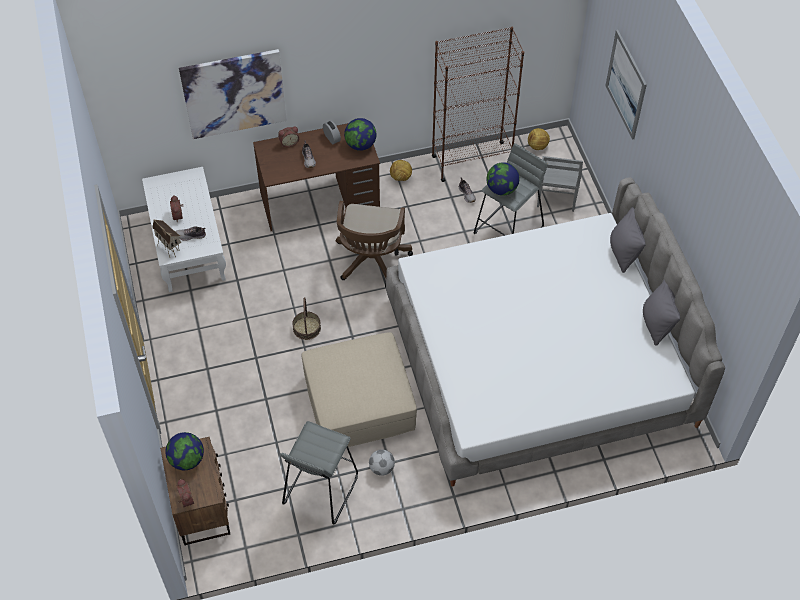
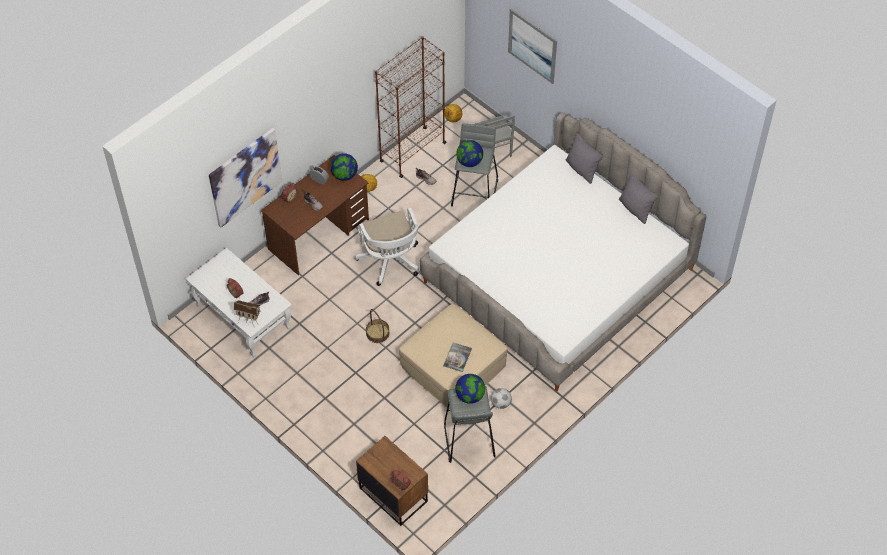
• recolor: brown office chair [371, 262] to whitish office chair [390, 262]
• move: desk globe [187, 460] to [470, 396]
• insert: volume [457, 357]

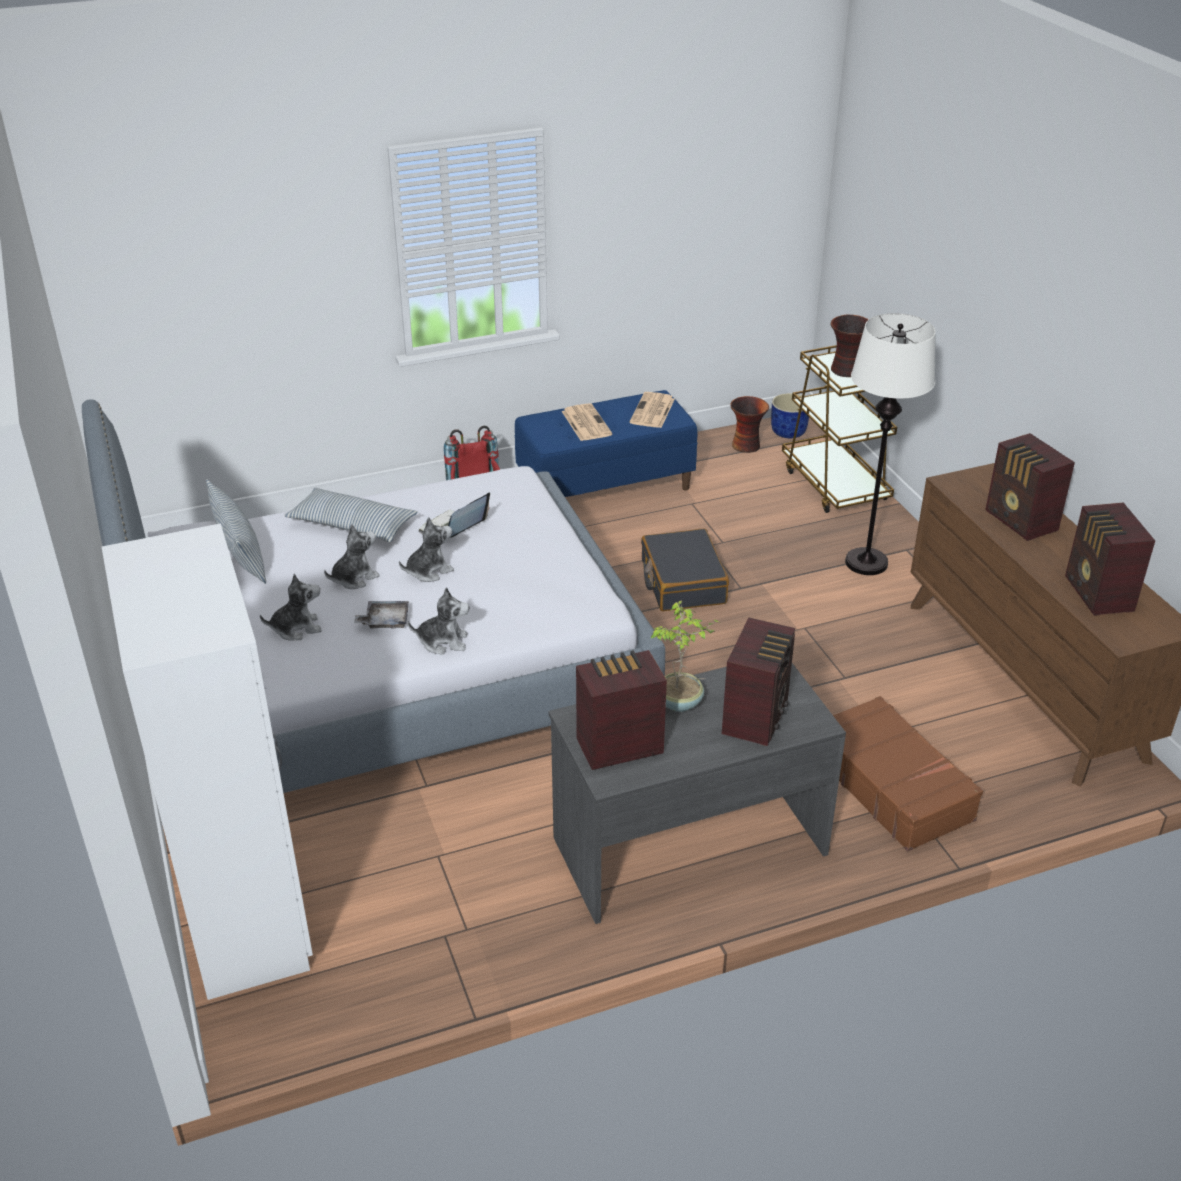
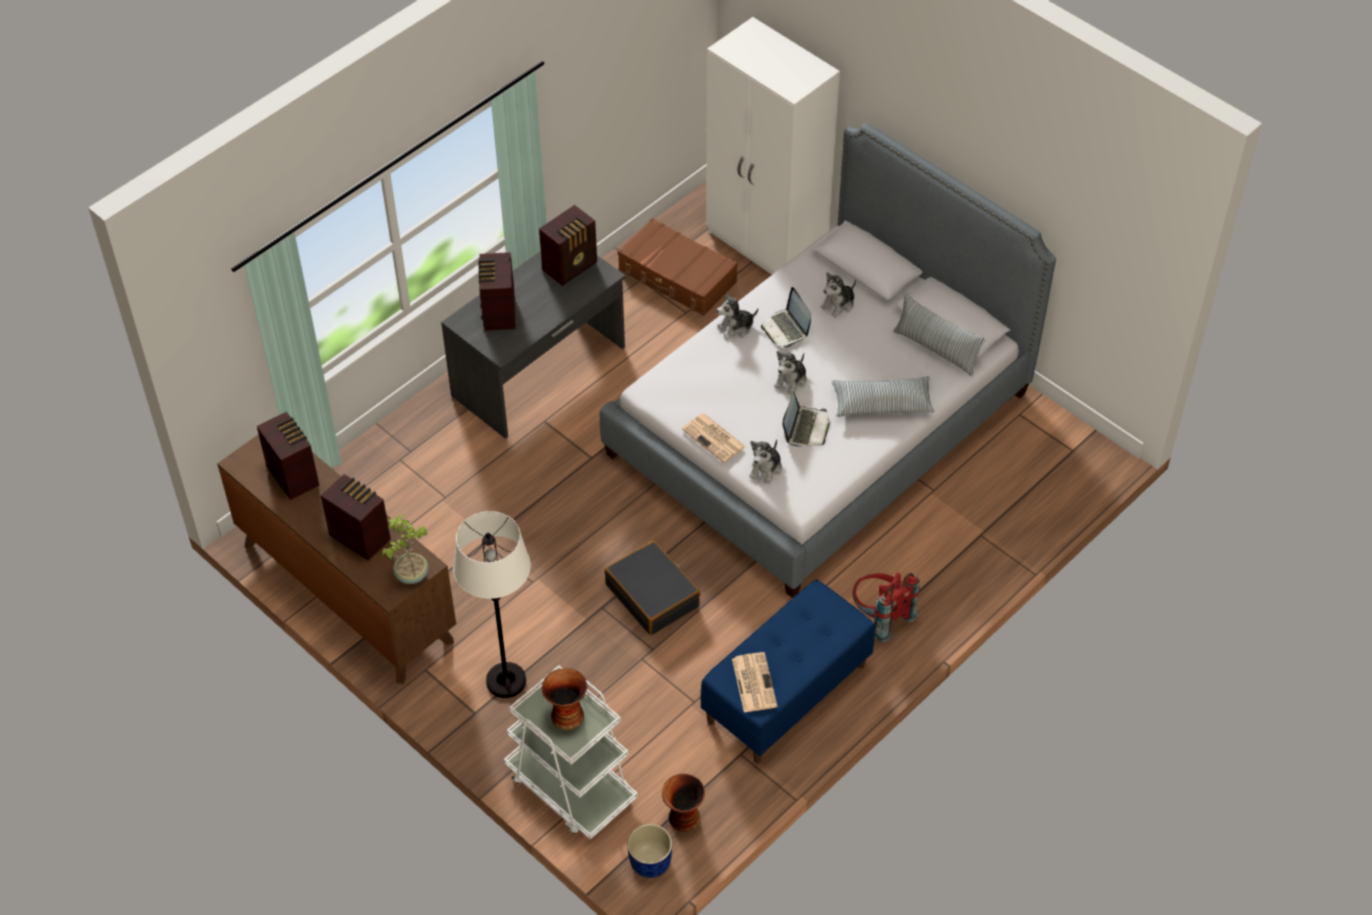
• recolor: brown wheeled cart [835, 484] to whitish wheeled cart [570, 787]
• move: printed paper [585, 423] to [714, 438]
• move: cuddly toy [354, 578] to [766, 469]
• replace: gray tray [385, 621] to notebook computer [786, 329]
• move: houseplant [680, 703] to [411, 574]
• move: brown suitcase [891, 785] to [677, 277]

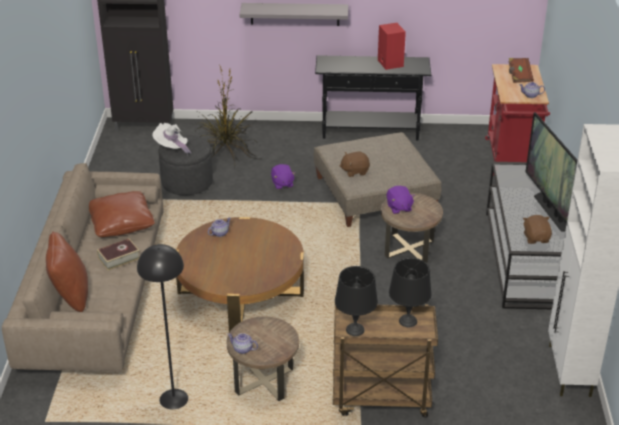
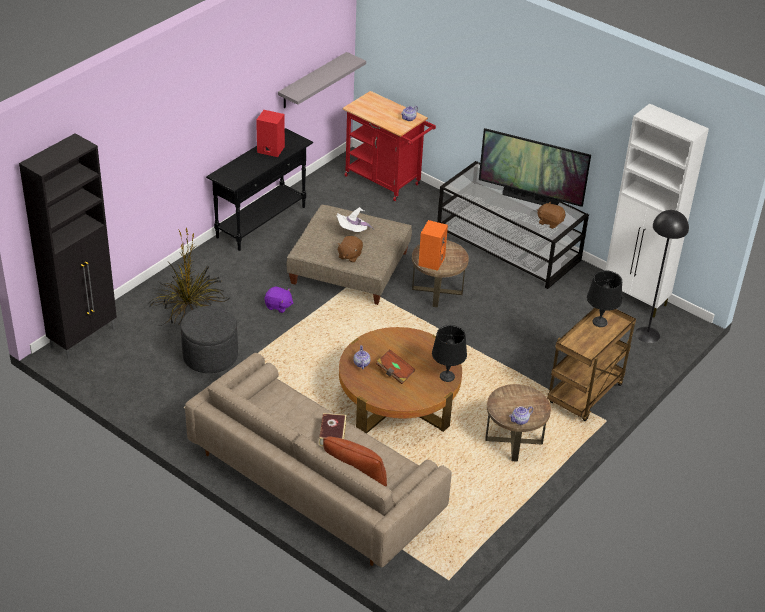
• move: gray shelf [295, 14] to [312, 81]
• move: brown volume [519, 76] to [395, 372]
• move: whitish hat [172, 148] to [352, 232]
• replace: purple-coloured cuddly toy [399, 208] to orange-coloured loudspeaker [431, 260]
• delete: brown cushion [121, 224]
• move: black-coloured floor lamp [173, 399] to [647, 334]
• move: black-coloured lamp for a table [354, 329] to [446, 376]

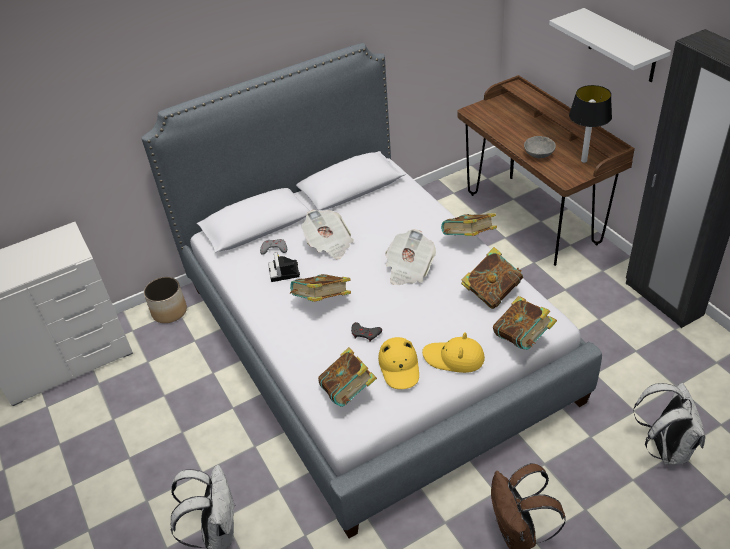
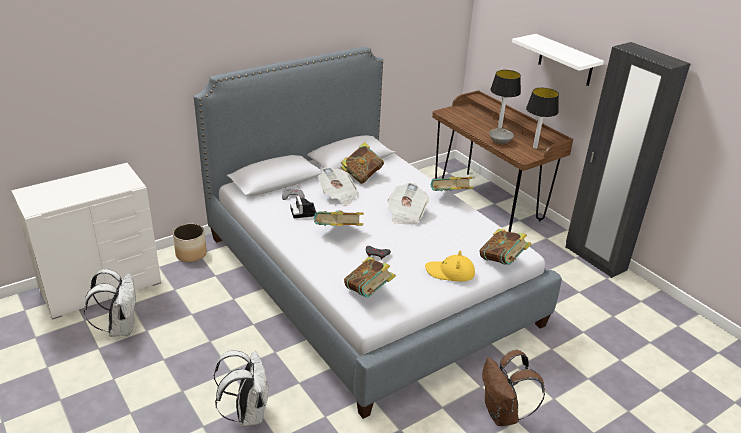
• move: volume [491, 293] to [362, 176]
• delete: yellow-coloured hat [399, 367]
• move: whitish backpack [665, 448] to [120, 328]
• insert: lamp for a table [500, 127]

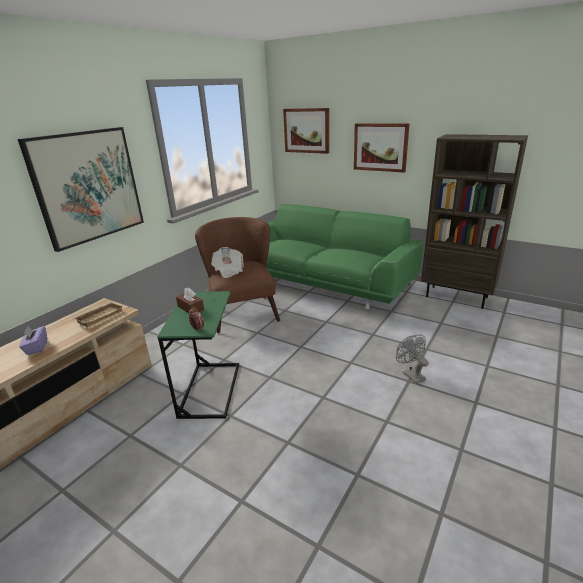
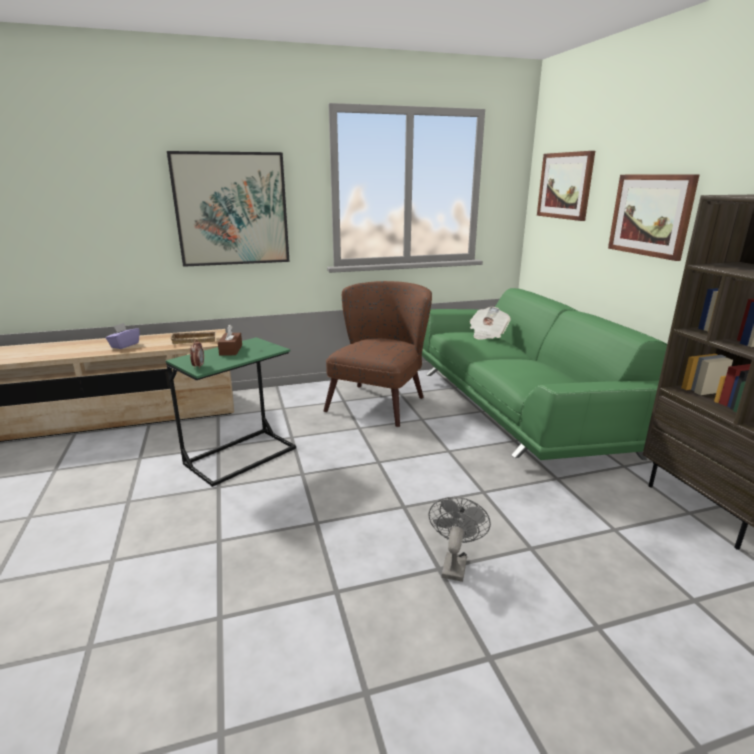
• move: printed paper [228, 271] to [487, 334]

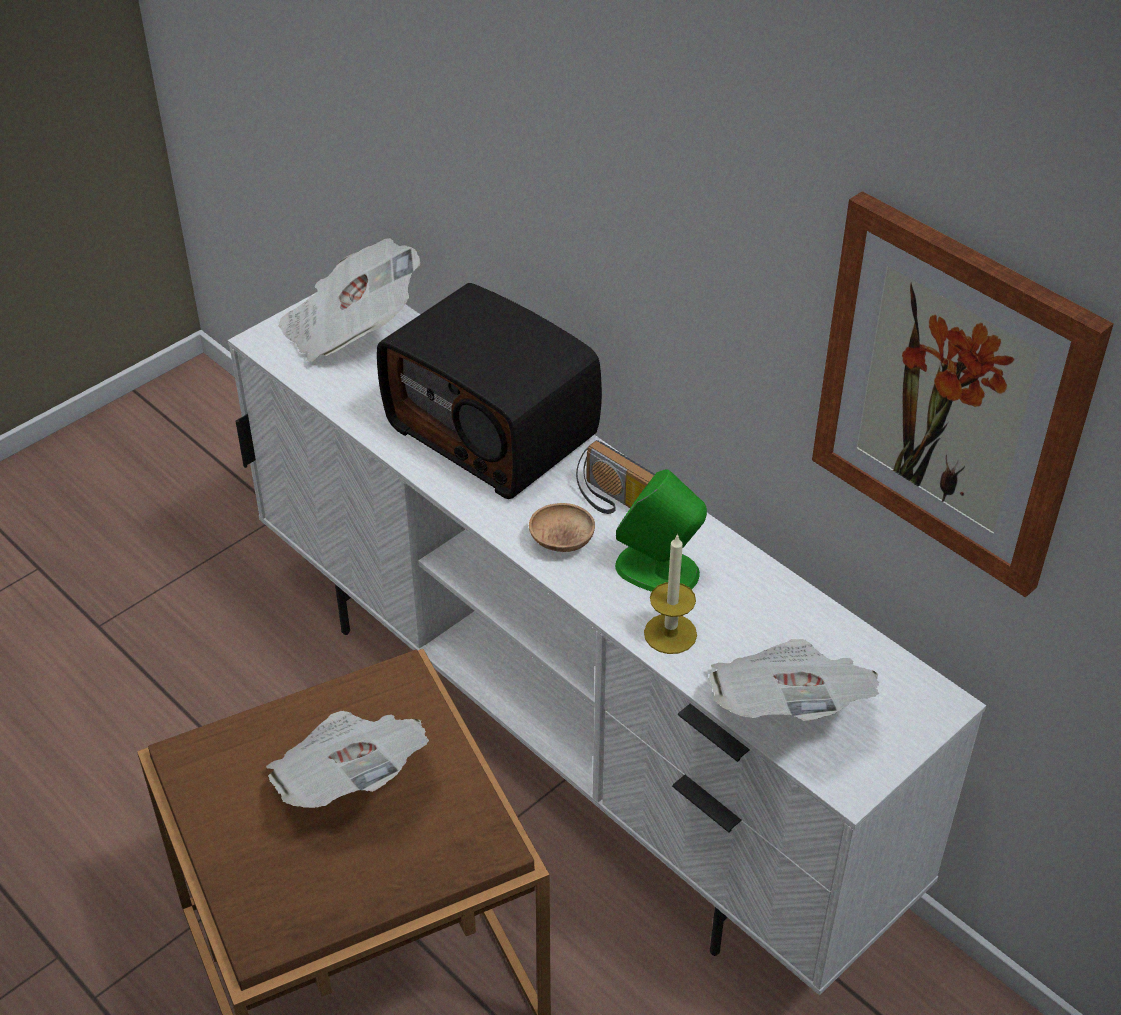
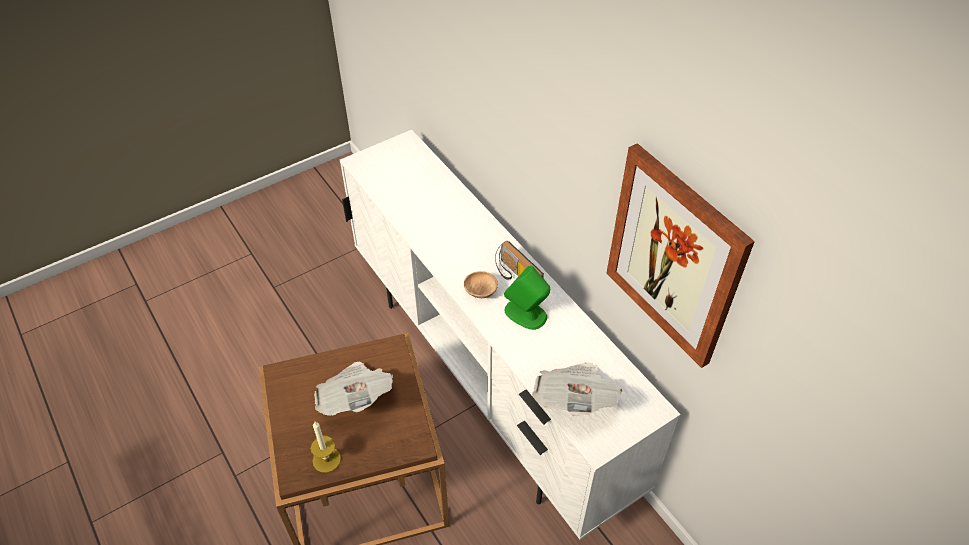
• delete: printed paper [350, 329]
• delete: radio [495, 430]
• move: wax candle [670, 633] to [326, 459]

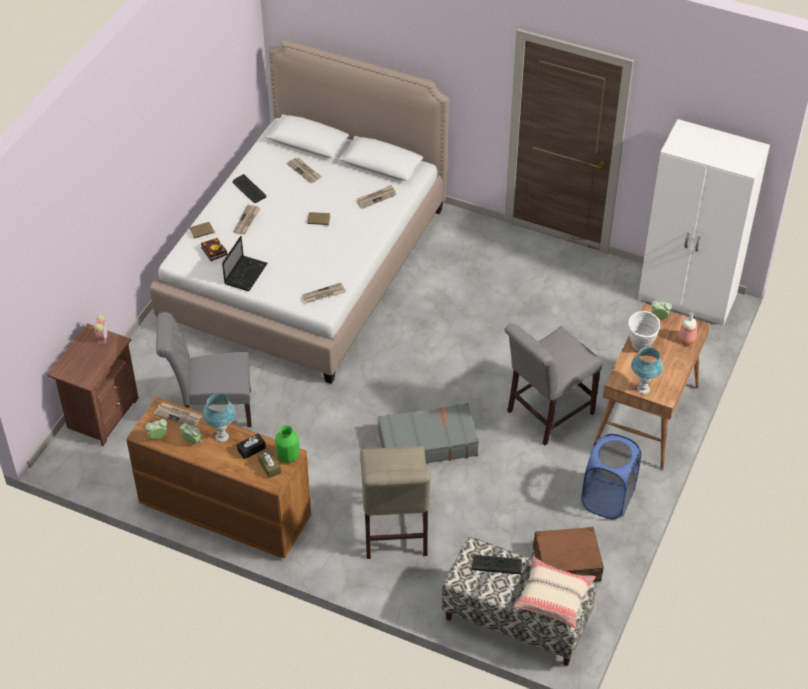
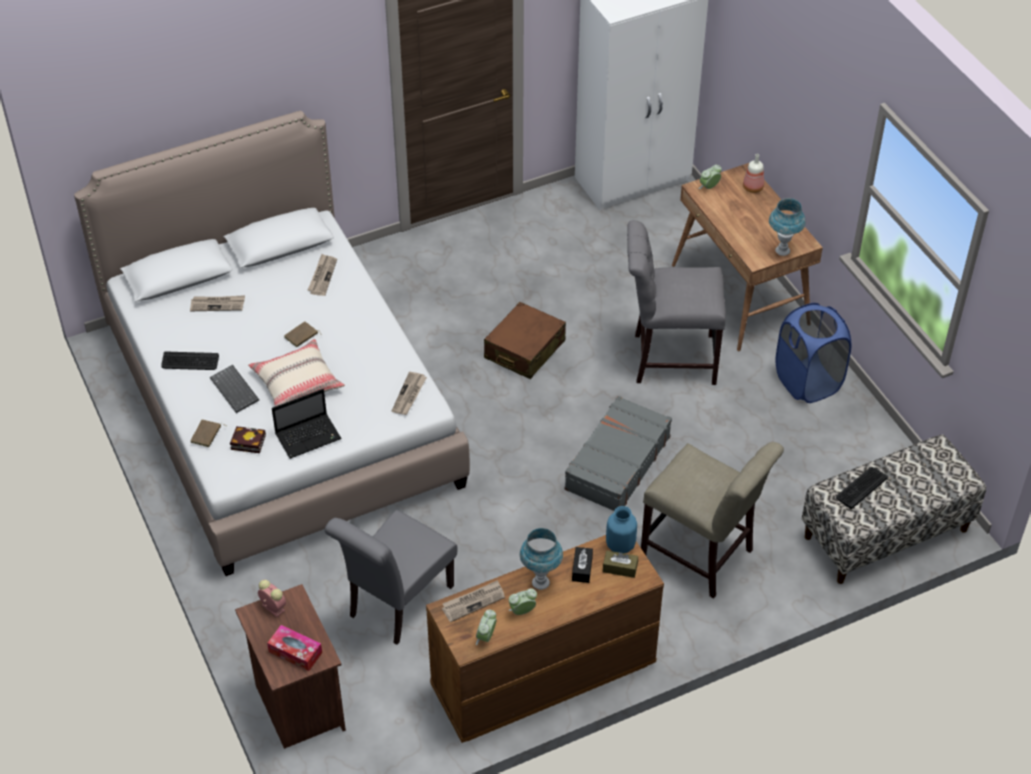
• replace: printed paper [247, 221] to PC keyboard [236, 390]
• rotate: notebook computer [246, 273] = [309, 436] 90 degrees clockwise
• delete: whitish decorative vase [640, 348]
• rotate: gray plain chair [546, 414] = [668, 358] 90 degrees clockwise
• recolor: greenish decorative vase [288, 456] to blue decorative vase [620, 545]
• move: brown suitcase [566, 563] to [524, 350]
• move: sand-coloured cushion [553, 597] to [297, 383]
• insert: box of tissues [295, 652]

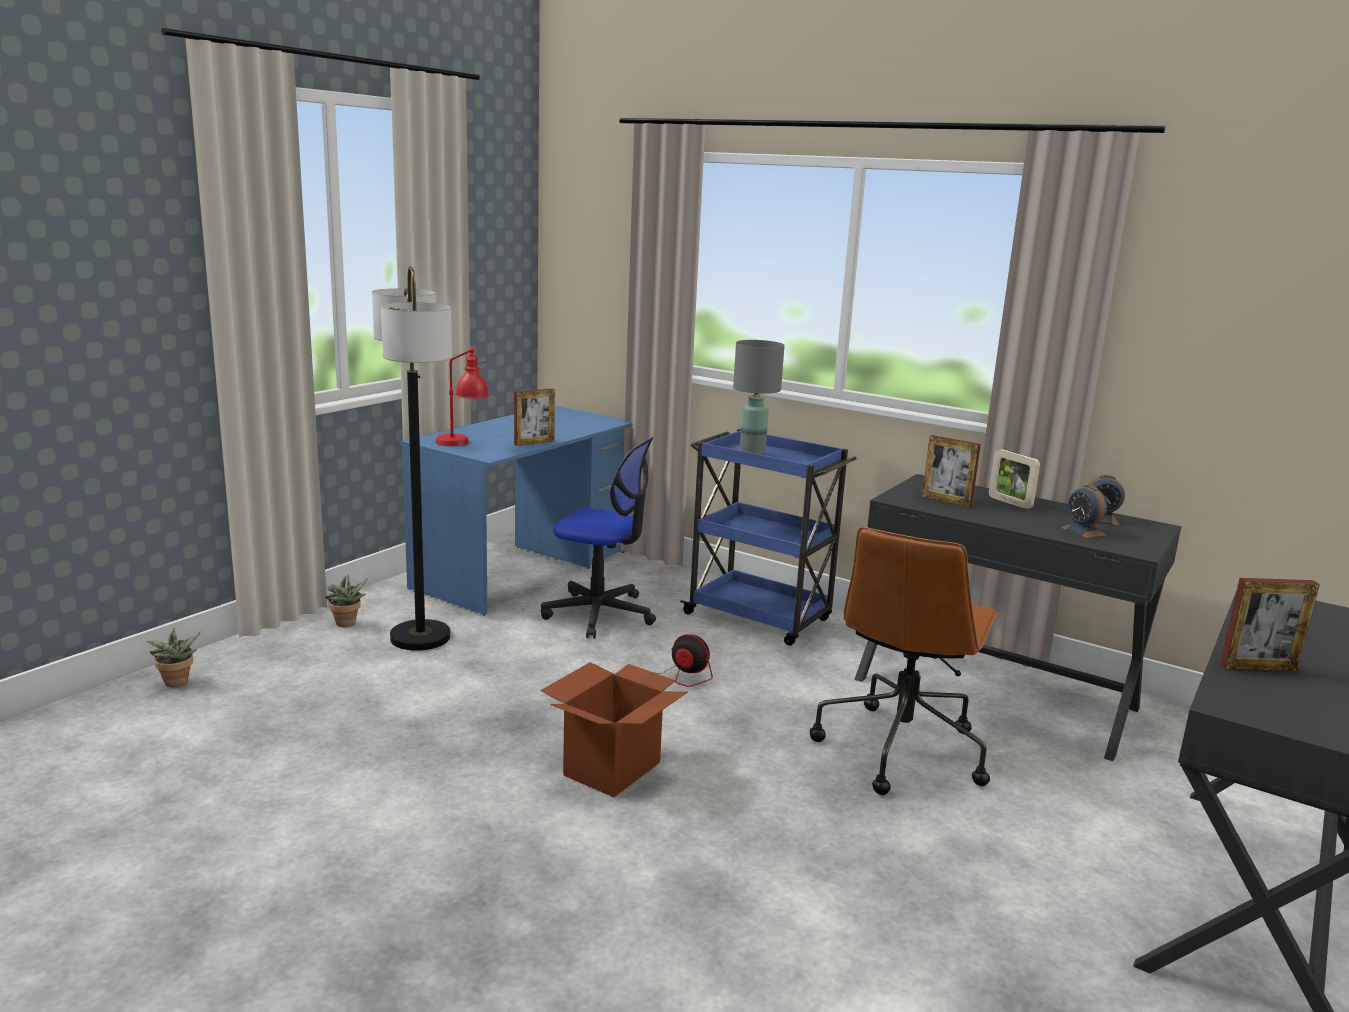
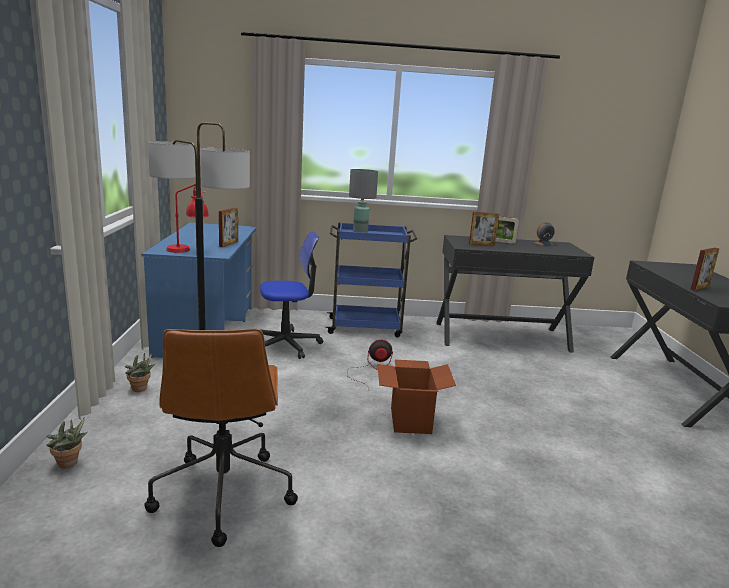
• delete: alarm clock [1083, 531]
• move: brown office chair [900, 748] to [223, 492]

